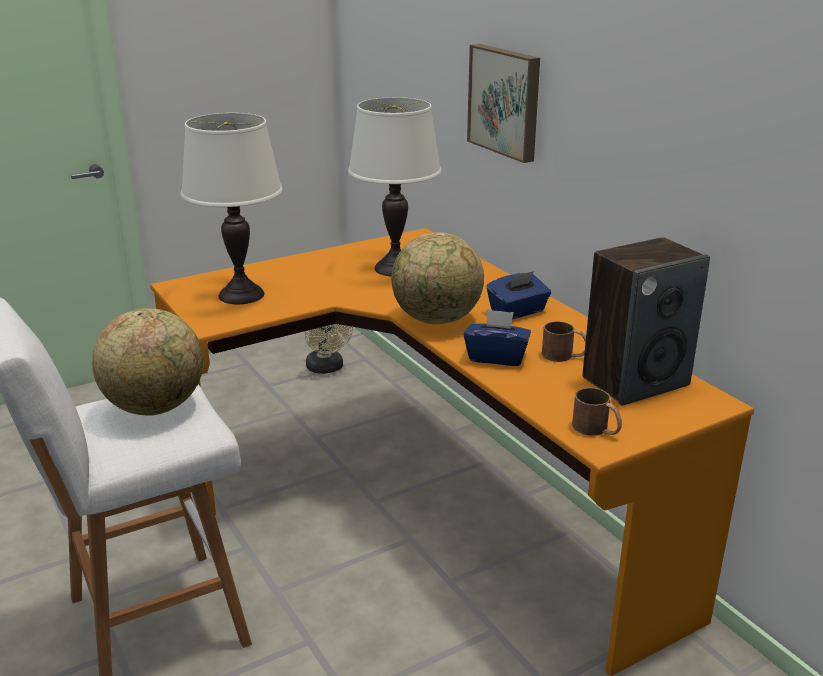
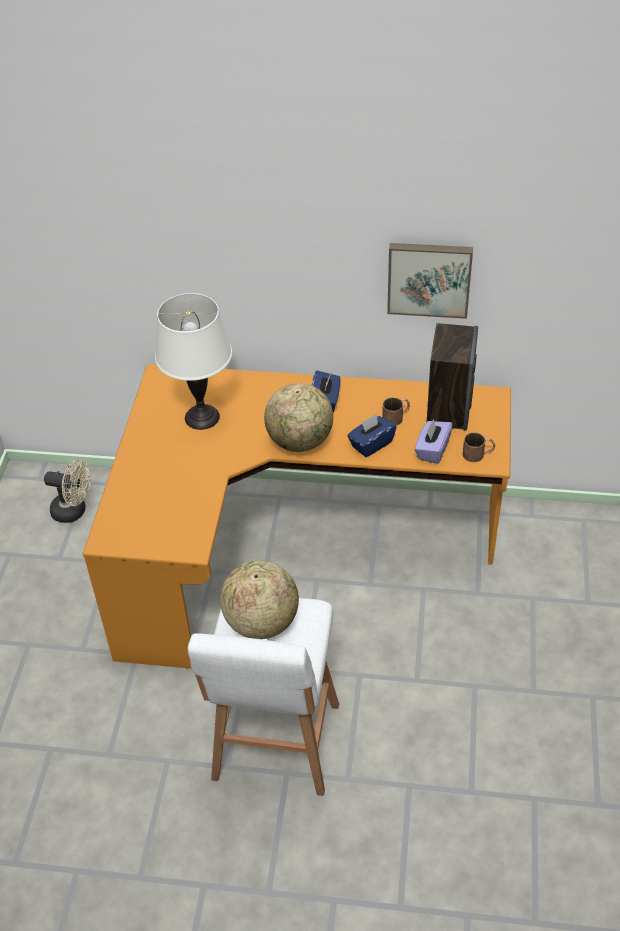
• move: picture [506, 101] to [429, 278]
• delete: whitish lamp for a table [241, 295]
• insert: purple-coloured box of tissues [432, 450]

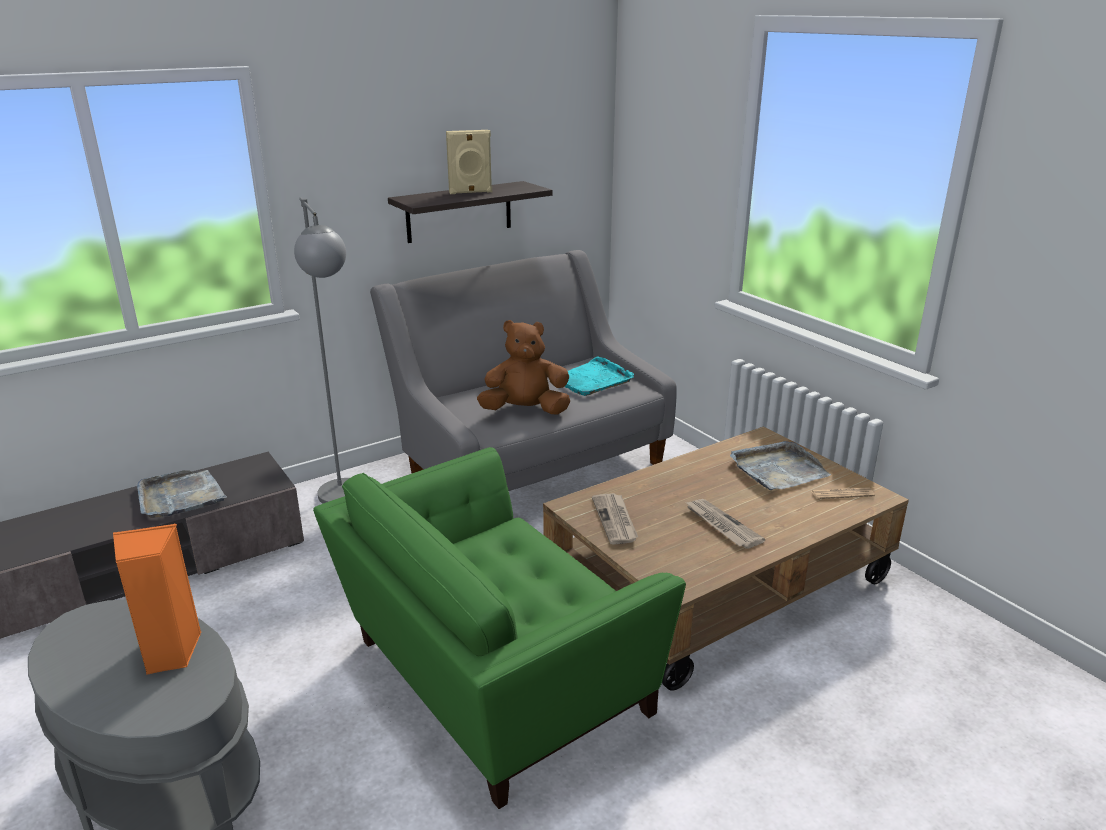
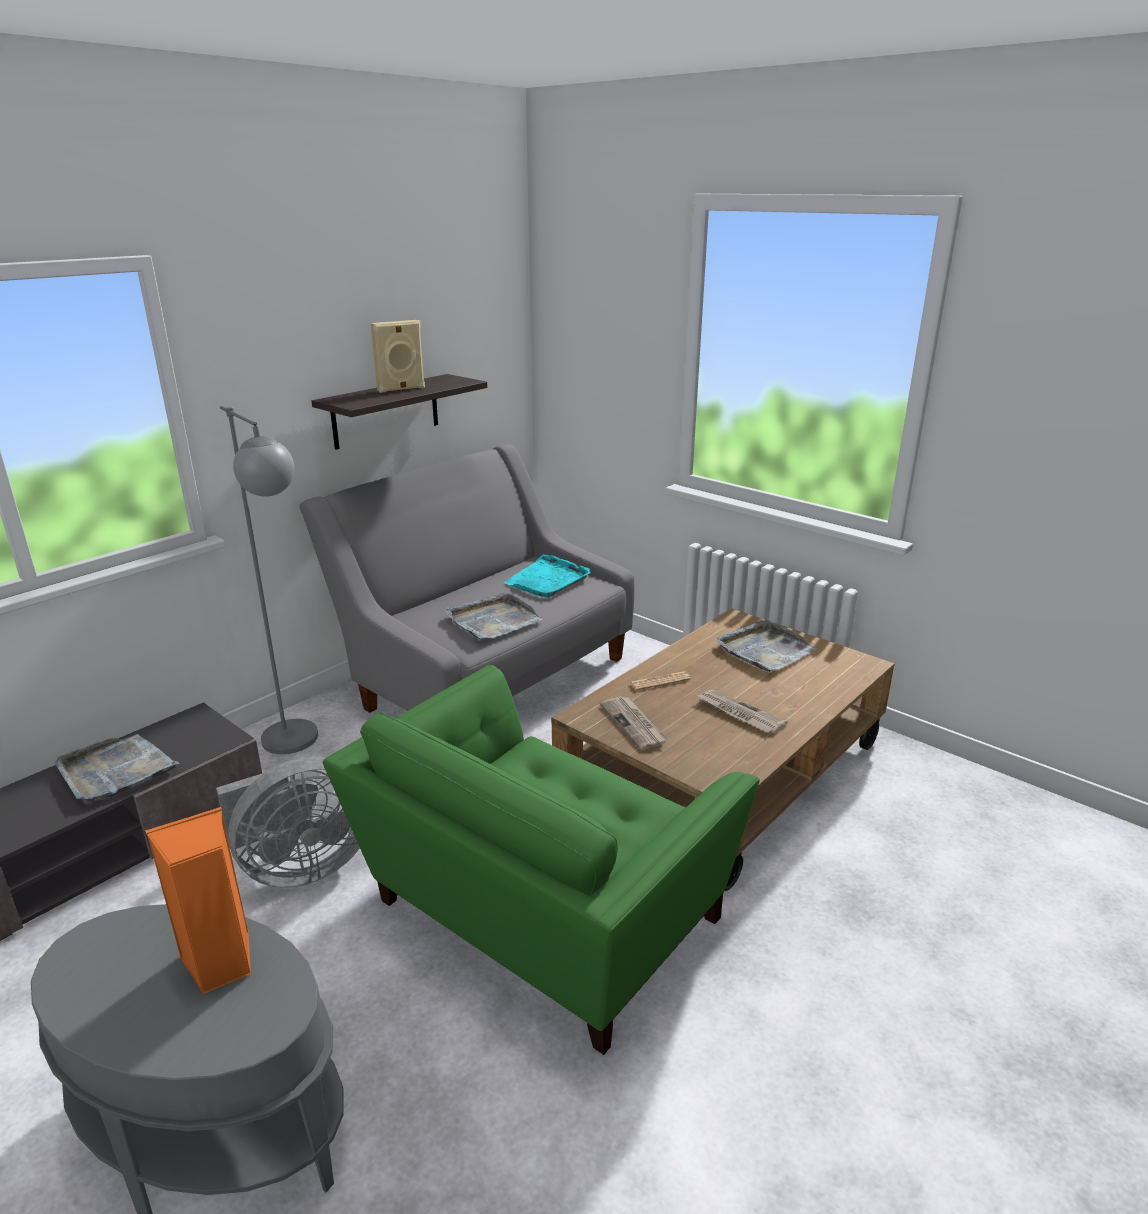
• replace: brown cuddly toy [525, 411] to gray tray [493, 620]
• move: printed paper [842, 494] to [659, 681]
• insert: gray electric fan [301, 867]

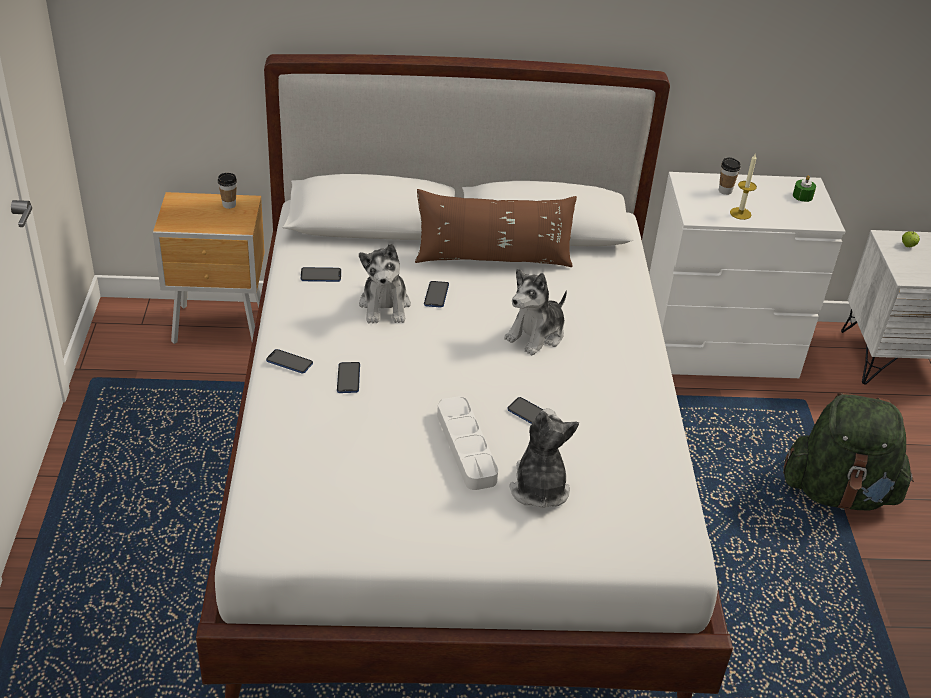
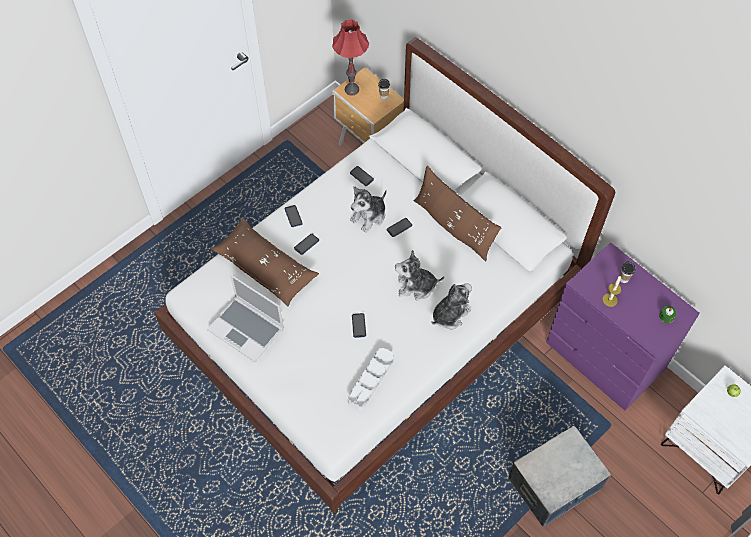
• recolor: whitish chest of drawers [718, 350] to purple-coloured chest of drawers [604, 358]
• replace: greenish backpack [838, 492] to storage bin [554, 485]
• move: whitish tray [466, 447] to [371, 380]
• move: cuddly toy [539, 488] to [449, 314]
• insert: reddish lamp for a table [352, 89]
• insert: brown cushion [266, 267]
• insert: notebook computer [247, 329]

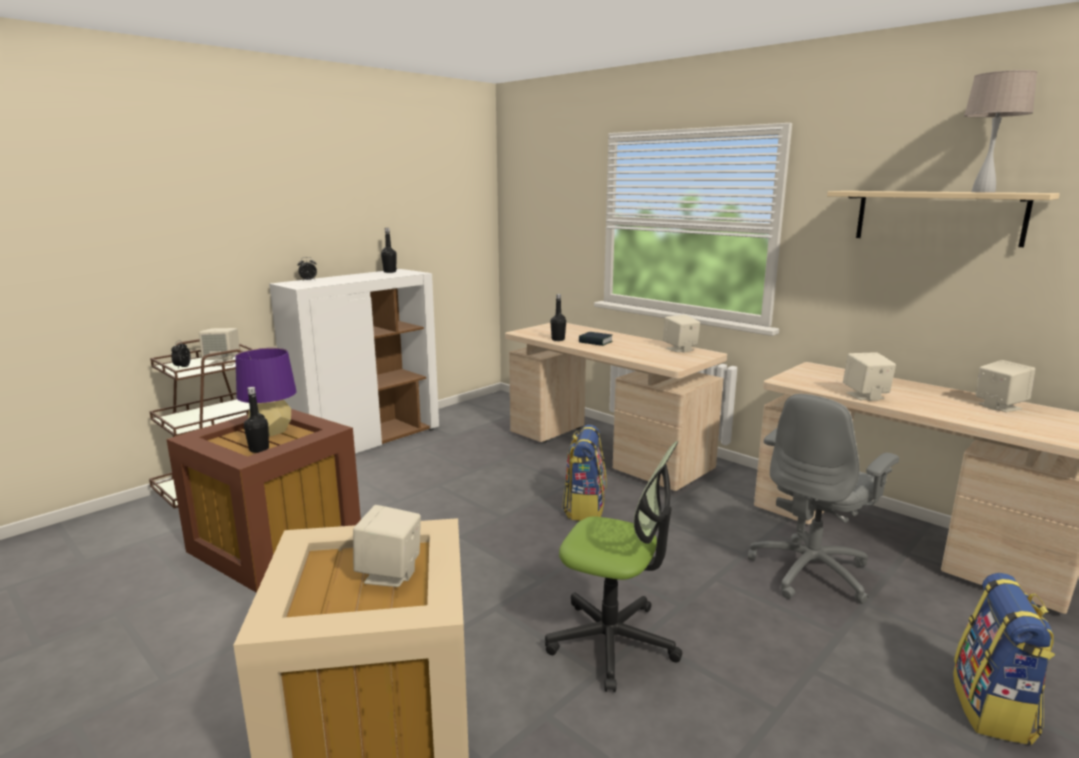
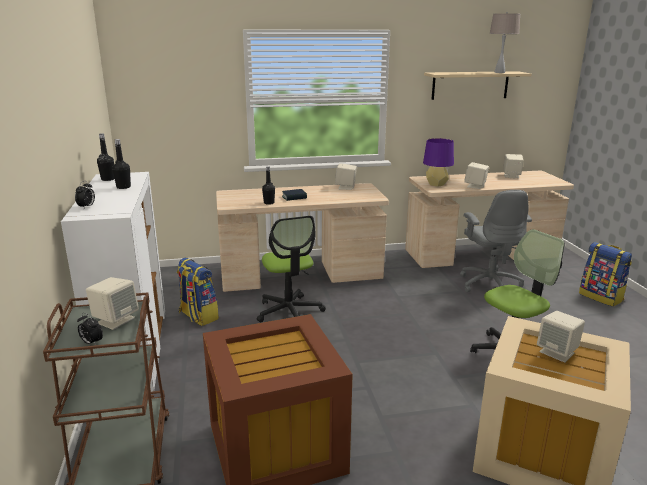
• move: purple-coloured lamp for a table [271, 432] to [436, 184]
• move: black-coloured beverage bottle [259, 449] to [123, 187]
• move: backpack [584, 508] to [198, 316]
• insert: office chair [289, 311]

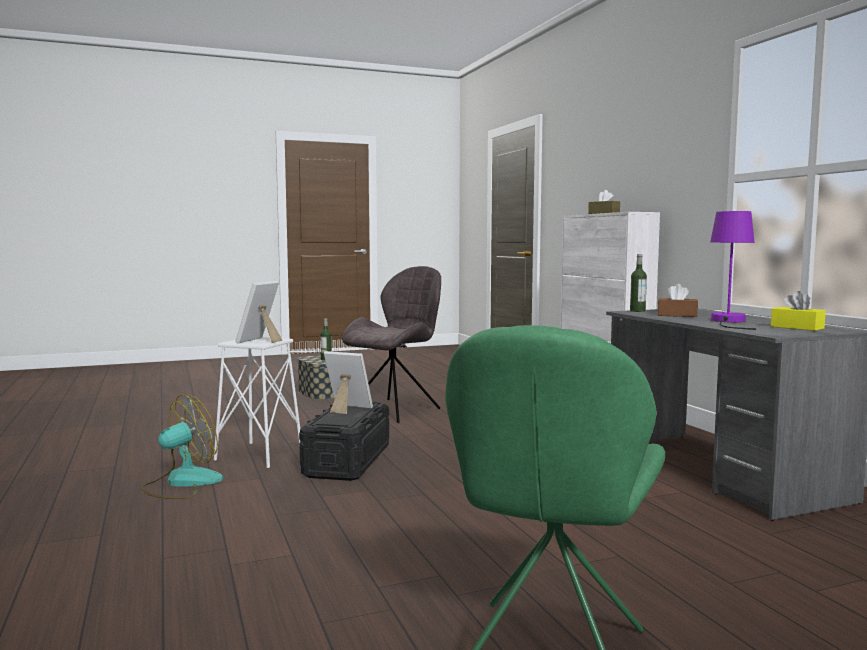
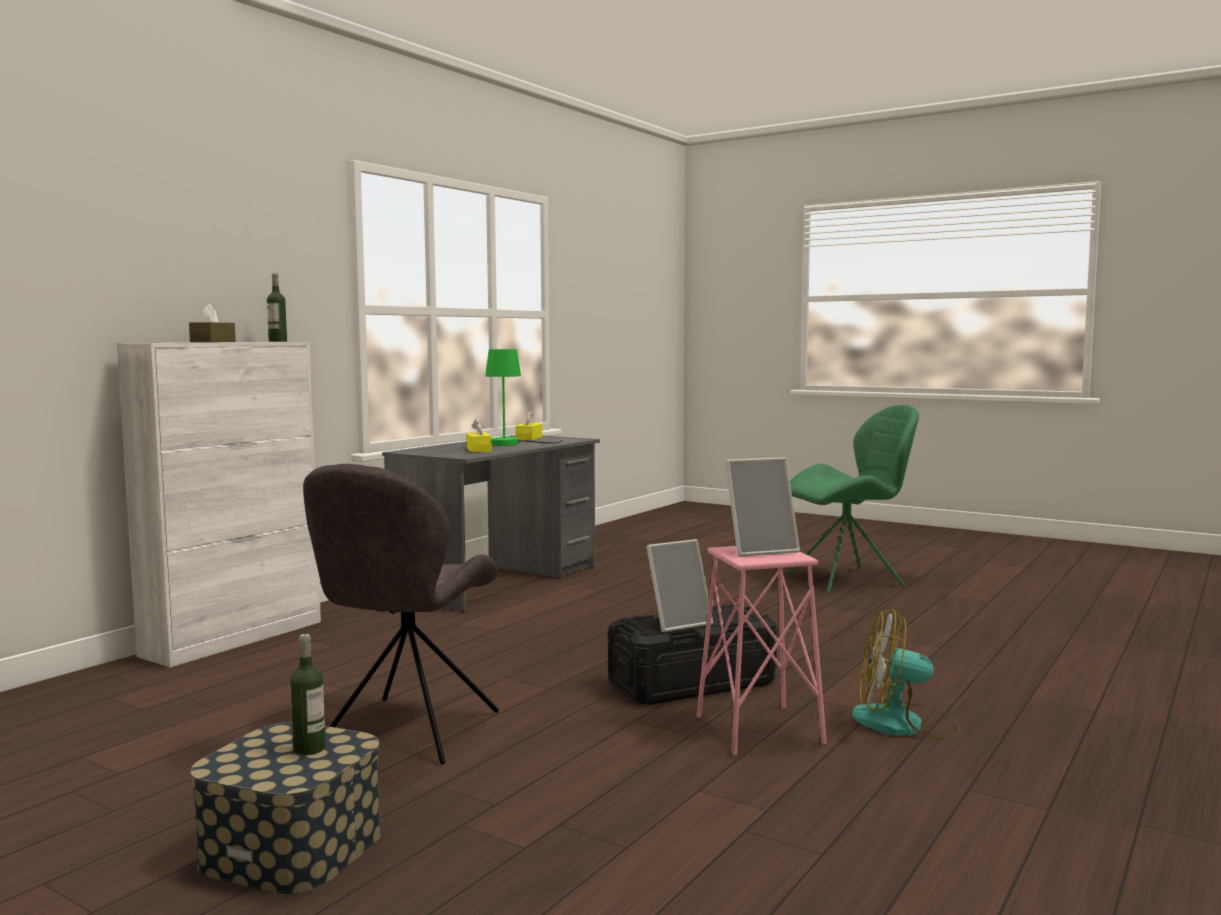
• recolor: purple-coloured lamp for a table [728, 322] to greenish lamp for a table [513, 444]
• move: beverage bottle [637, 311] to [277, 341]
• rotate: gray plain chair [395, 410] = [407, 733] 75 degrees counterclockwise
• recolor: brown box of tissues [677, 315] to yellow-coloured box of tissues [478, 450]
• recolor: whitish stool [259, 455] to pink-coloured stool [760, 729]
• rotate: picture frame [347, 409] = [677, 623] 105 degrees counterclockwise

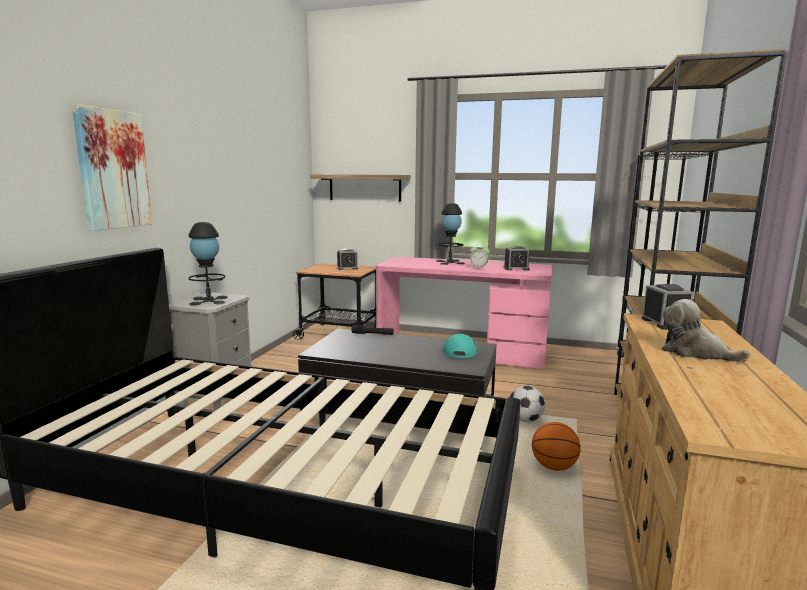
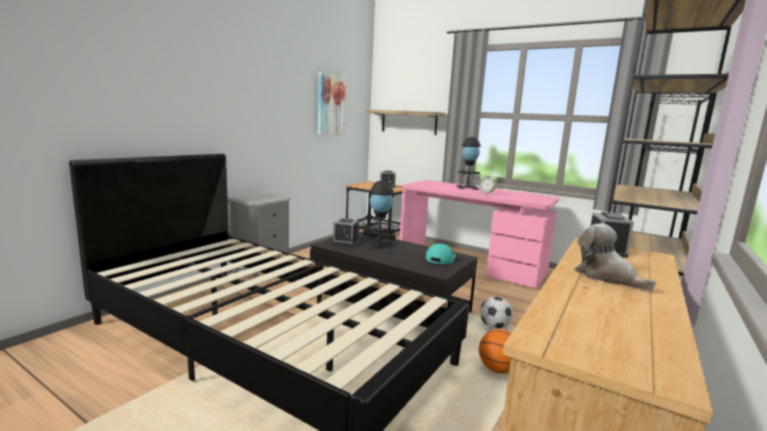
• move: picture [112, 169] to [330, 104]
• move: black-coloured lamp for a table [209, 301] to [379, 246]
• move: alarm clock [516, 268] to [345, 242]

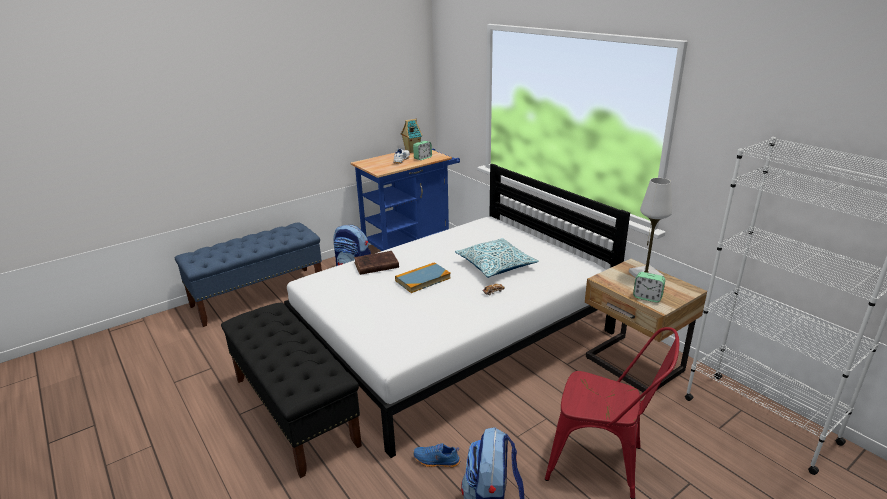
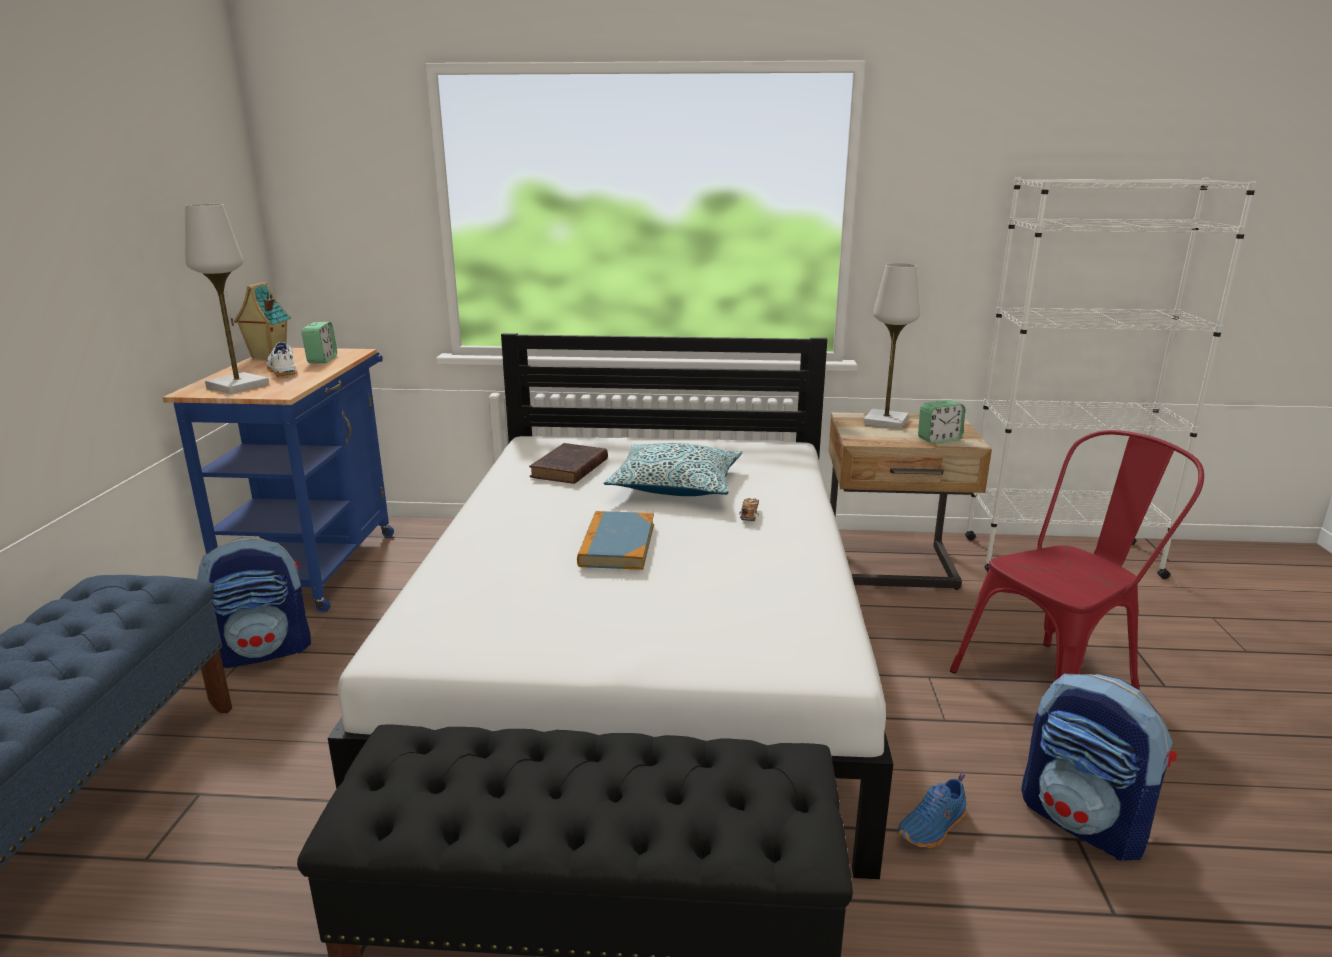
• move: brown volume [375, 265] to [568, 469]
• insert: whitish lamp for a table [238, 386]

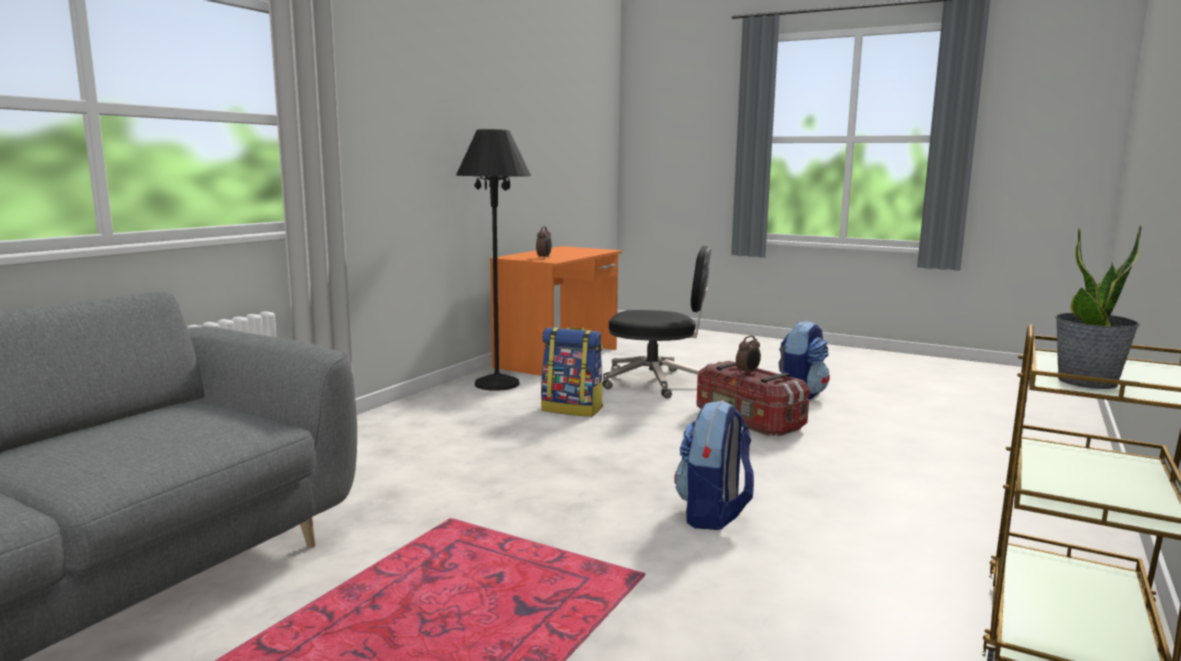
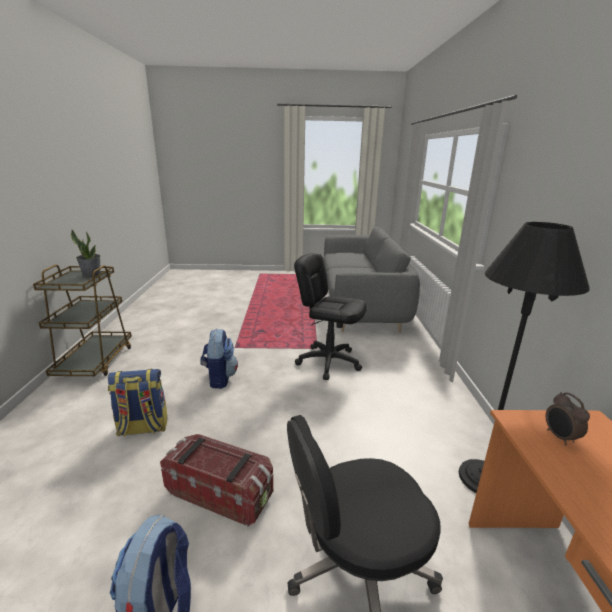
• move: backpack [573, 409] to [142, 428]
• delete: alarm clock [748, 373]
• insert: black-coloured office chair [328, 362]

